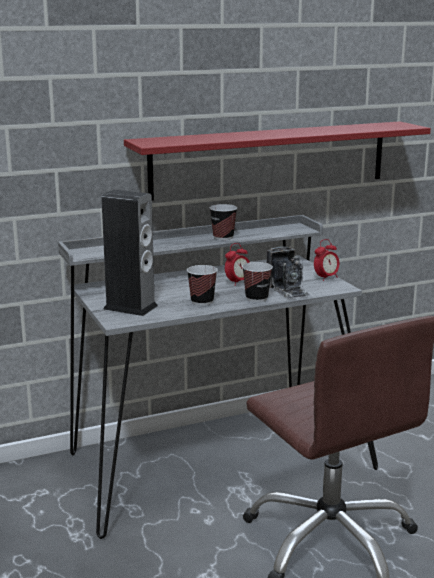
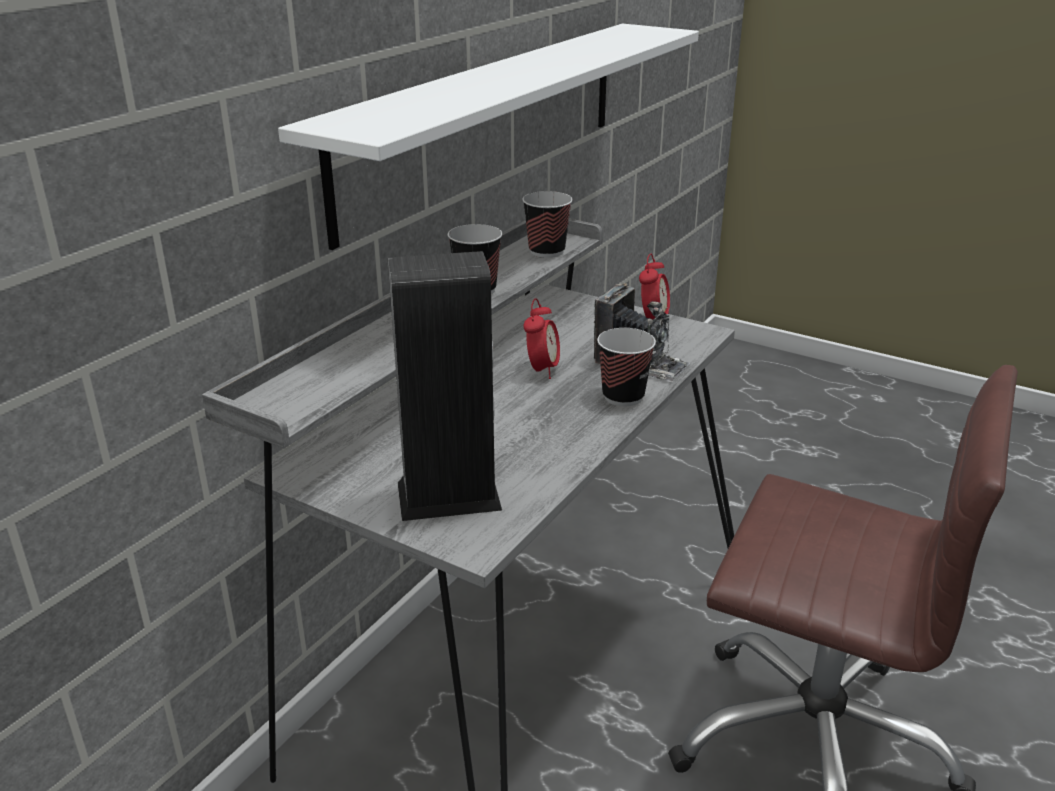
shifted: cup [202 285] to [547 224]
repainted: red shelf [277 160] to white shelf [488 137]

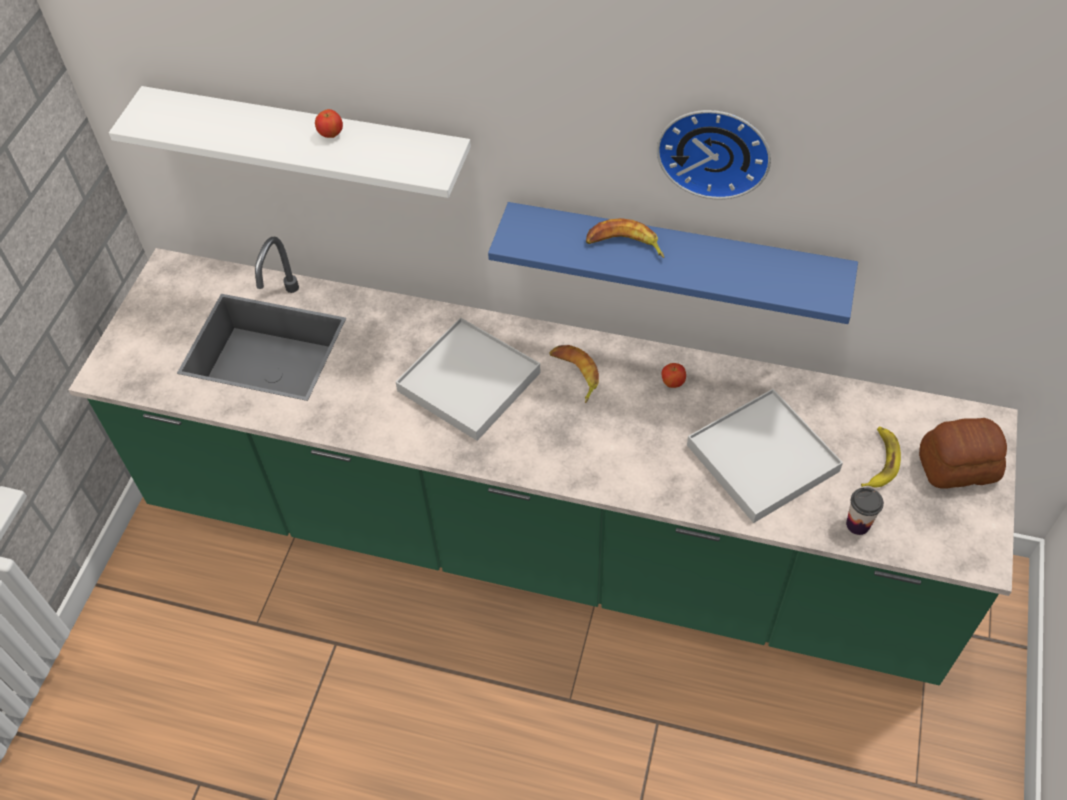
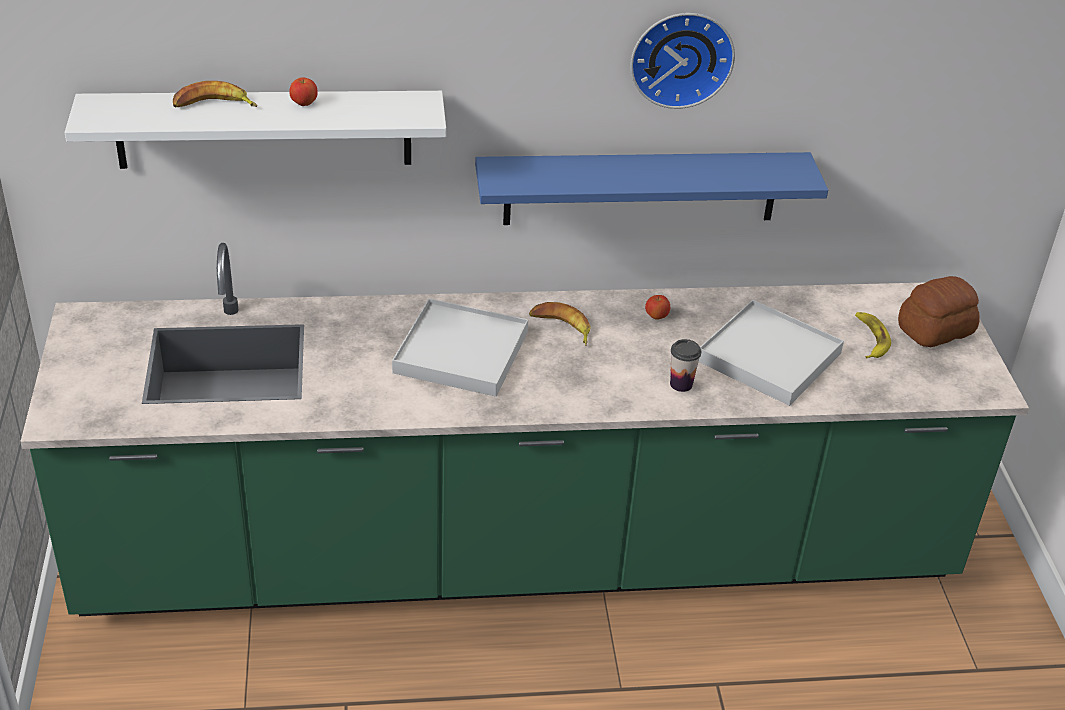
shifted: banana [625 238] to [215 94]; cup [865 511] to [685 365]

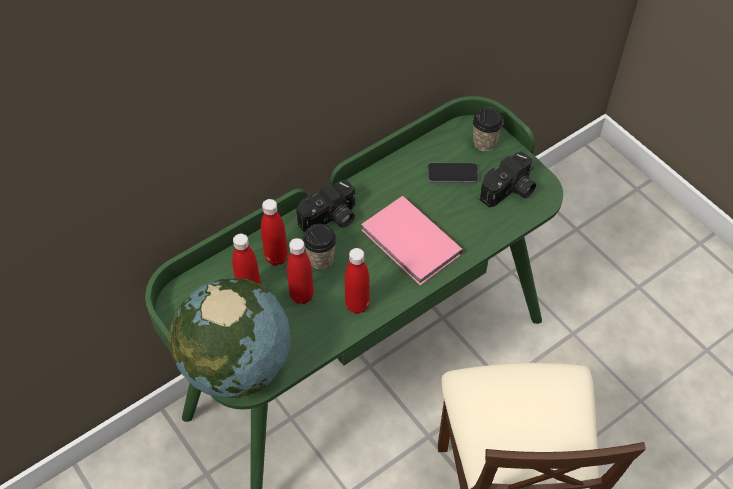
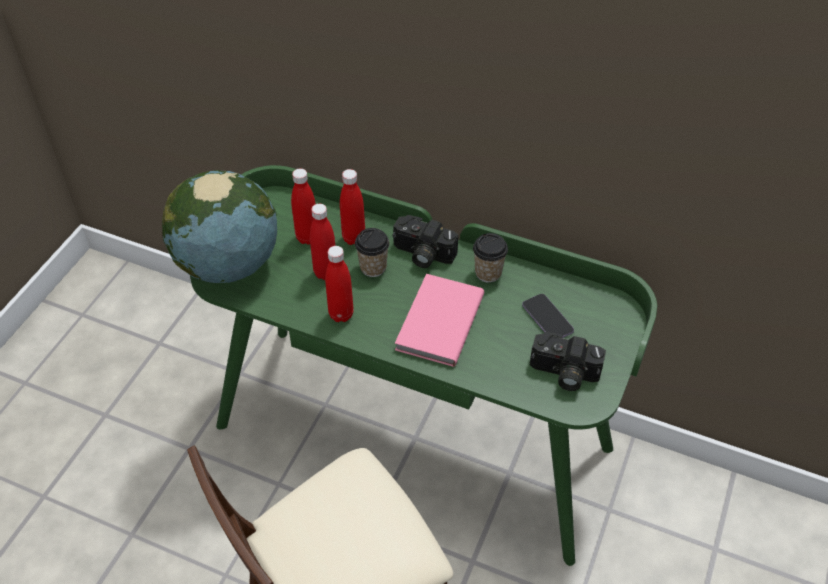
shifted: cup [488 129] to [490 258]

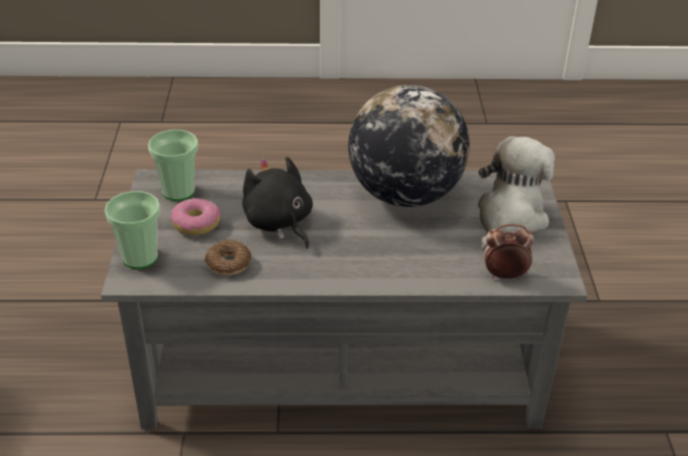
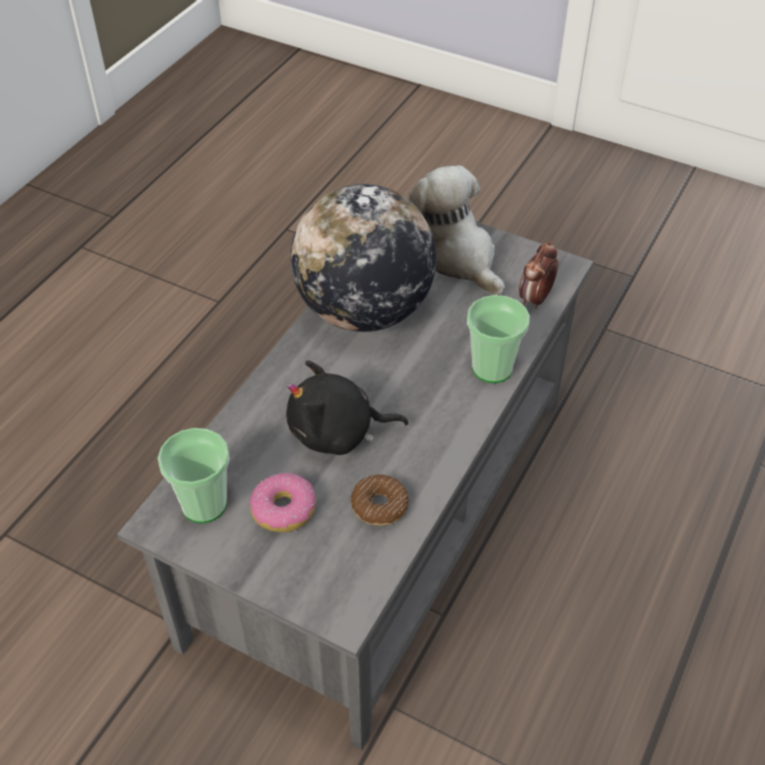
shifted: cup [132 230] to [498 339]

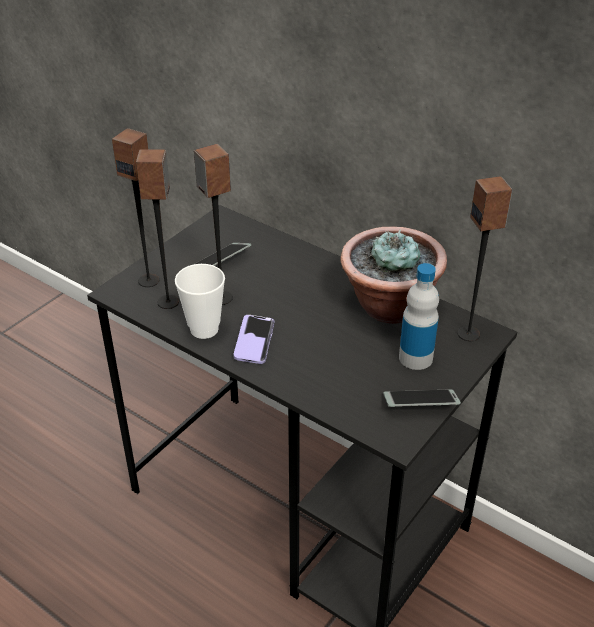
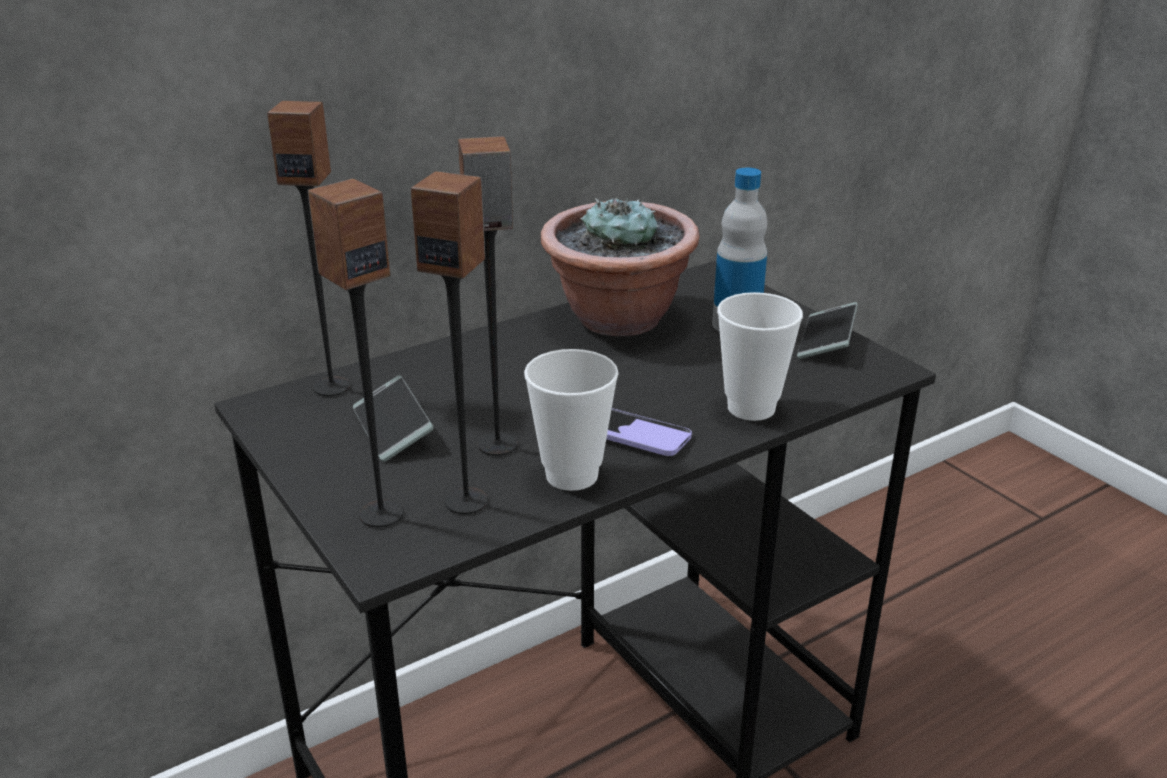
new: cup [760 356]
shifted: speaker [485 258] to [309 248]

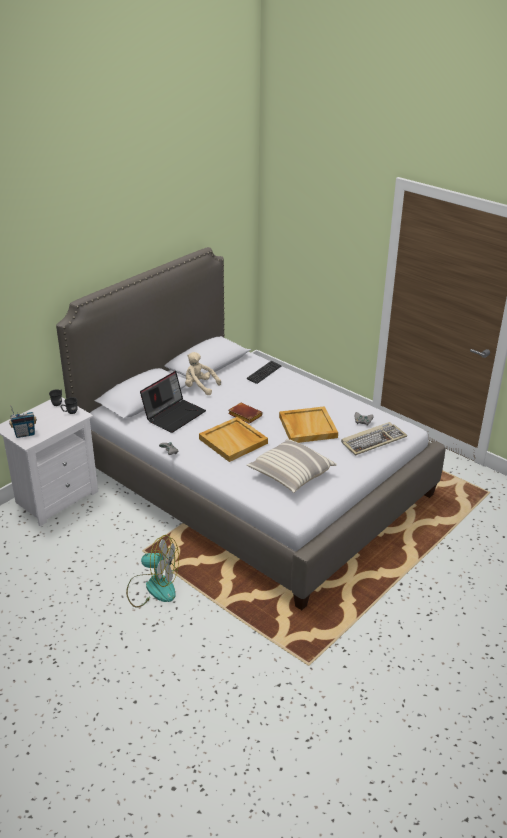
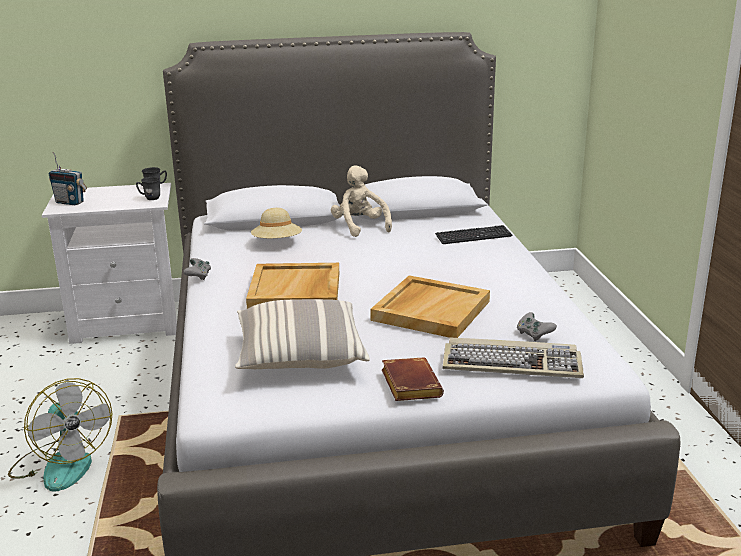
shifted: brown book [245 413] to [413 379]
swapped: laptop [173 402] to beige hat [276 223]

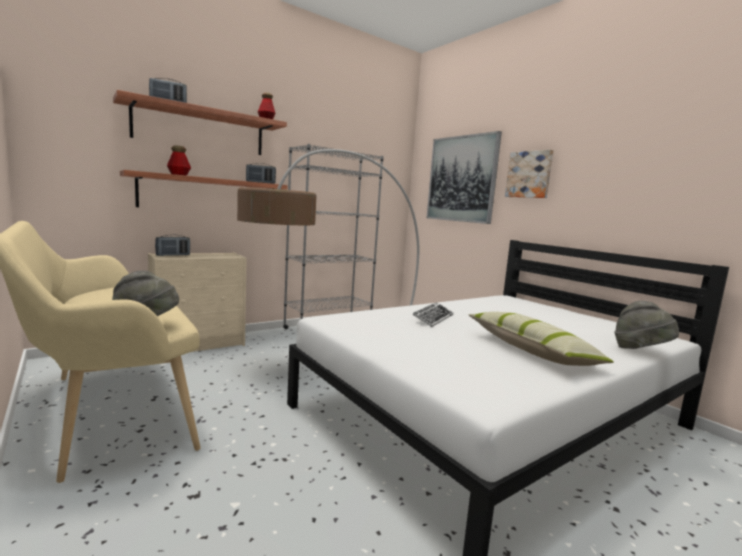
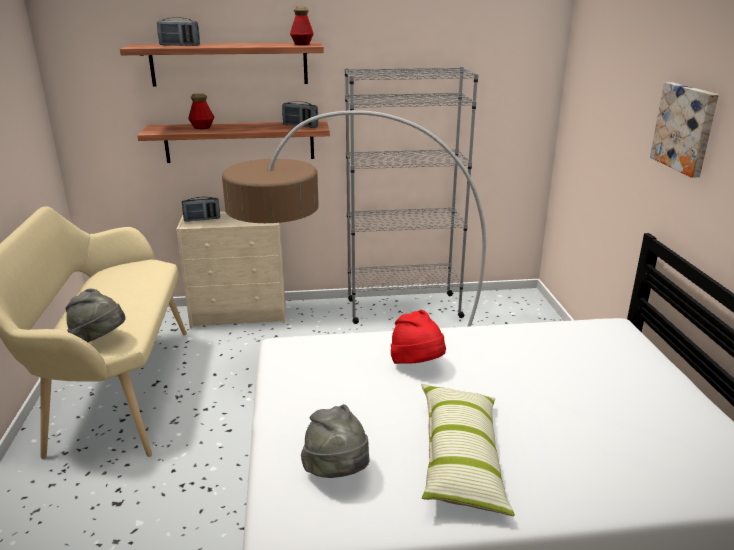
gone: picture [464 177]
shifted: grey hat [647 325] to [335 441]
swapped: keyboard [432 314] to red hat [418 337]

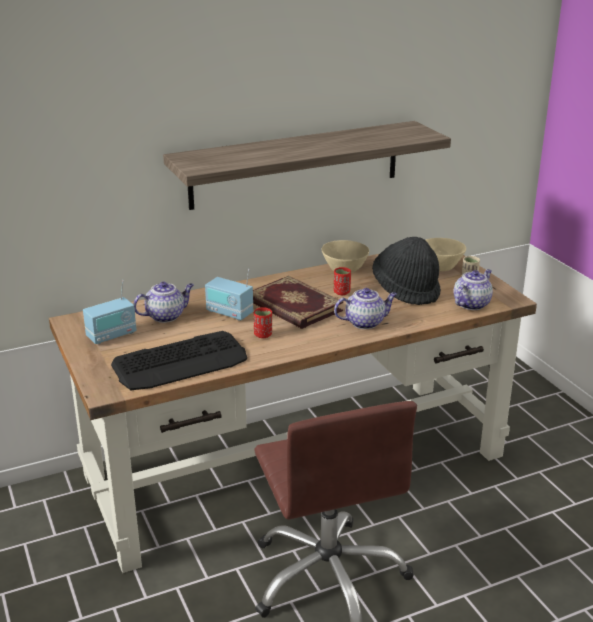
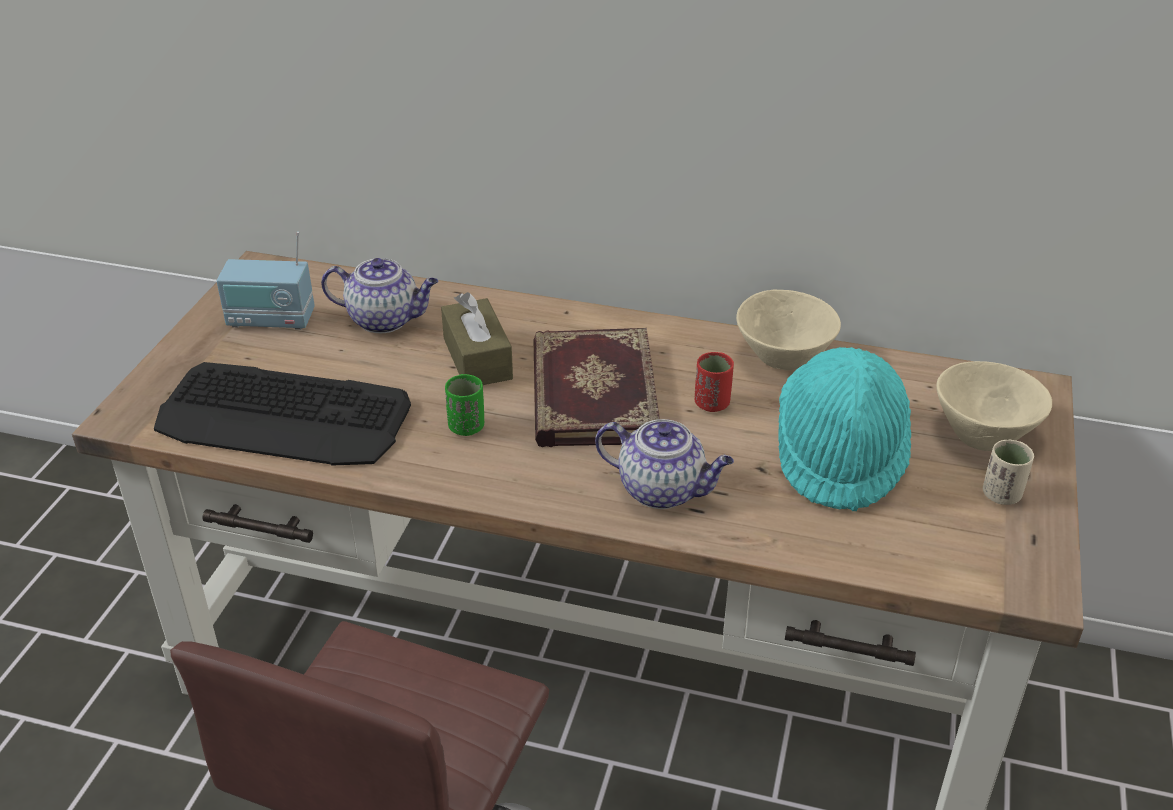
gone: shelf [307 165]; teapot [473 289]
swapped: radio [229 295] to brown tissue box [477 338]
repainted: black hat [406 271] to turquoise hat [844 429]; red cup [263 322] to green cup [464 405]

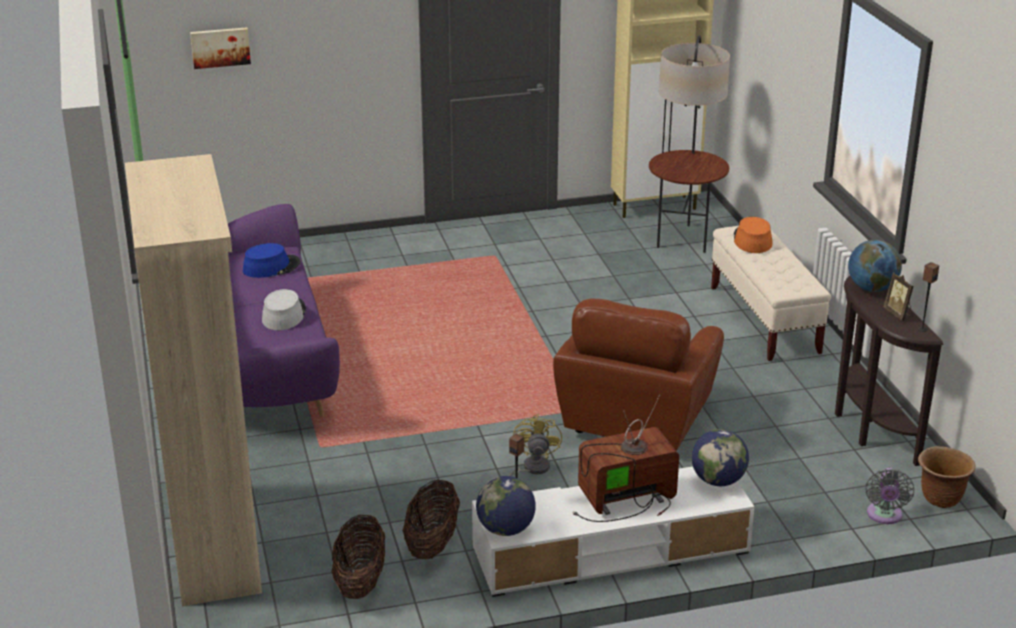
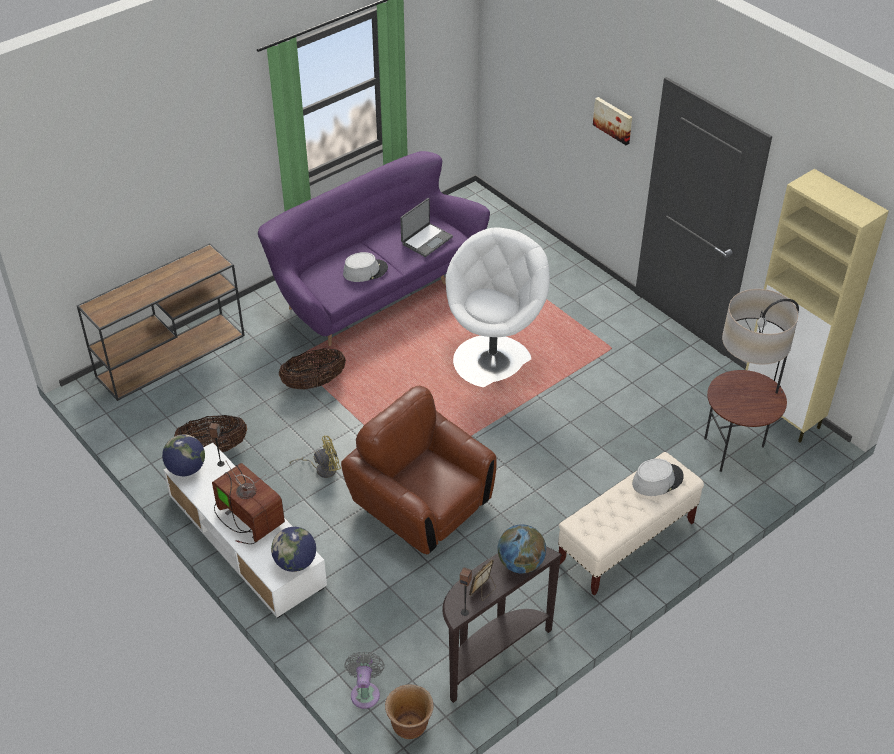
new: white armchair [497 307]
shifted: picture [220 48] to [612 121]; basket [358 556] to [312 369]
swapped: beige bookcase [193 380] to brown console table [161 322]; blue hat [272 260] to laptop [426 227]
repainted: orange hat [753 235] to grey hat [658 477]
rotated: brown armchair [638 374] = [419 470] 45 degrees clockwise; grey fan [890 496] = [365 680] 105 degrees clockwise

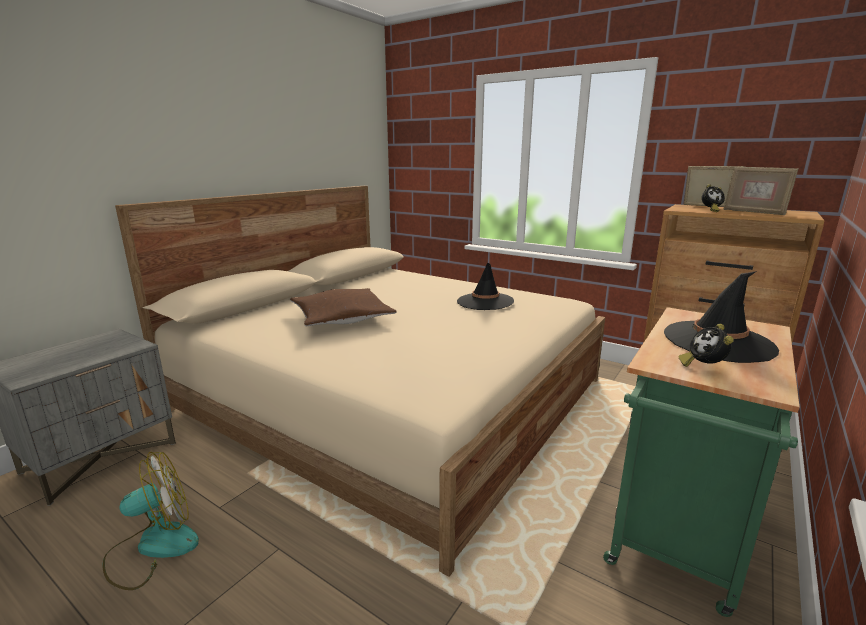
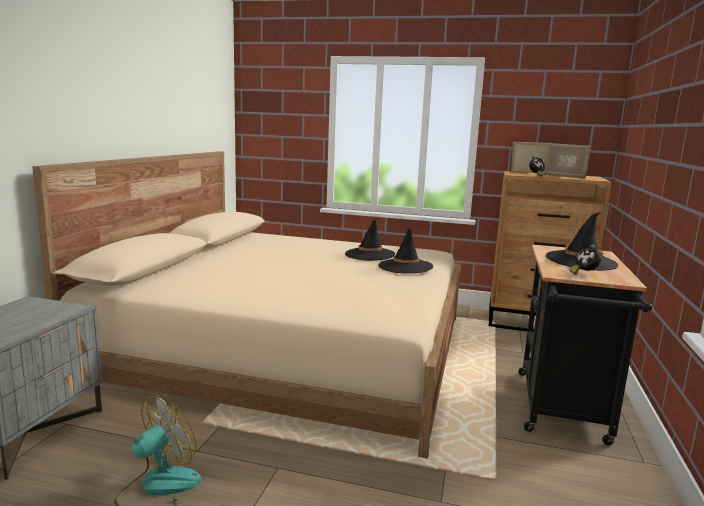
gone: brown pillow [343 307]
new: black hat [405 251]
repainted: green cart [701 462] to black cart [585 345]

